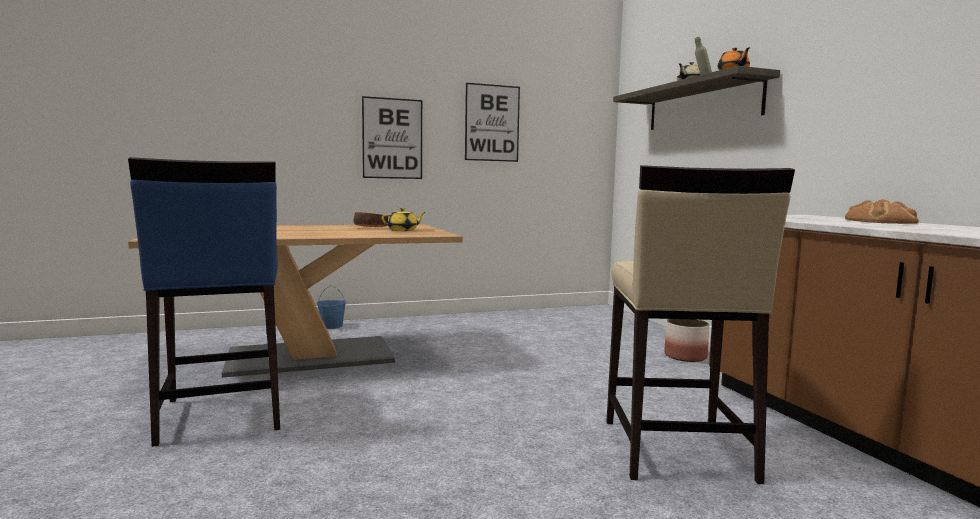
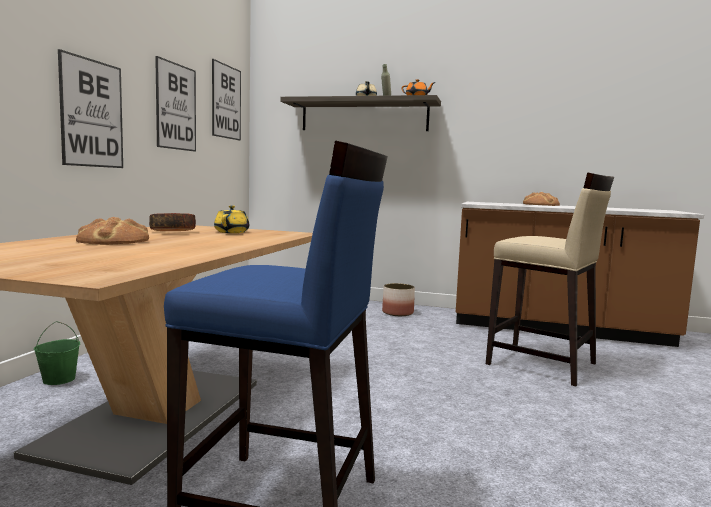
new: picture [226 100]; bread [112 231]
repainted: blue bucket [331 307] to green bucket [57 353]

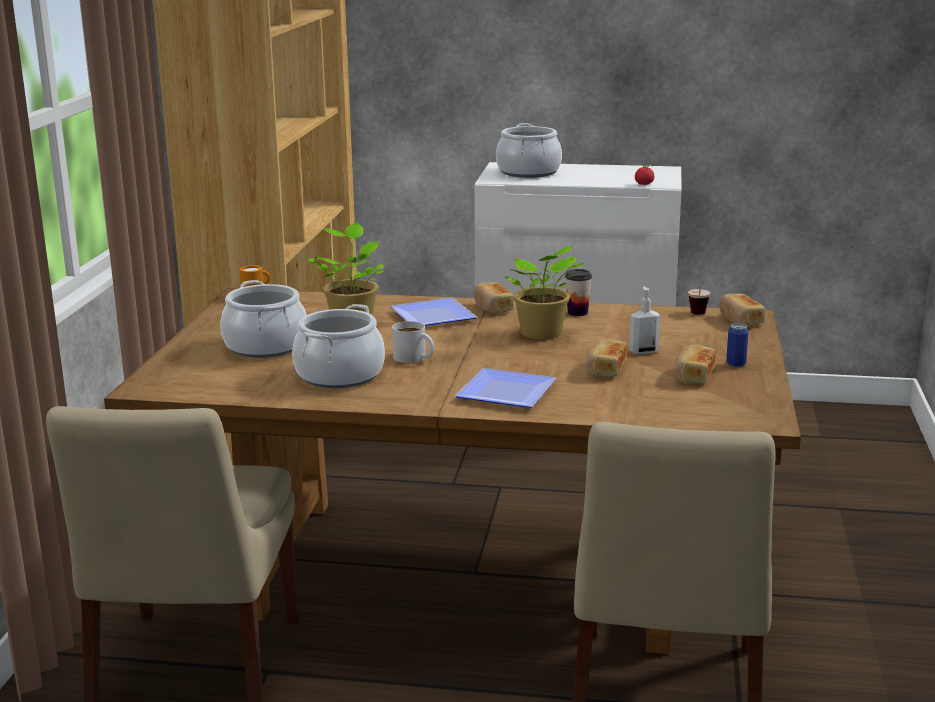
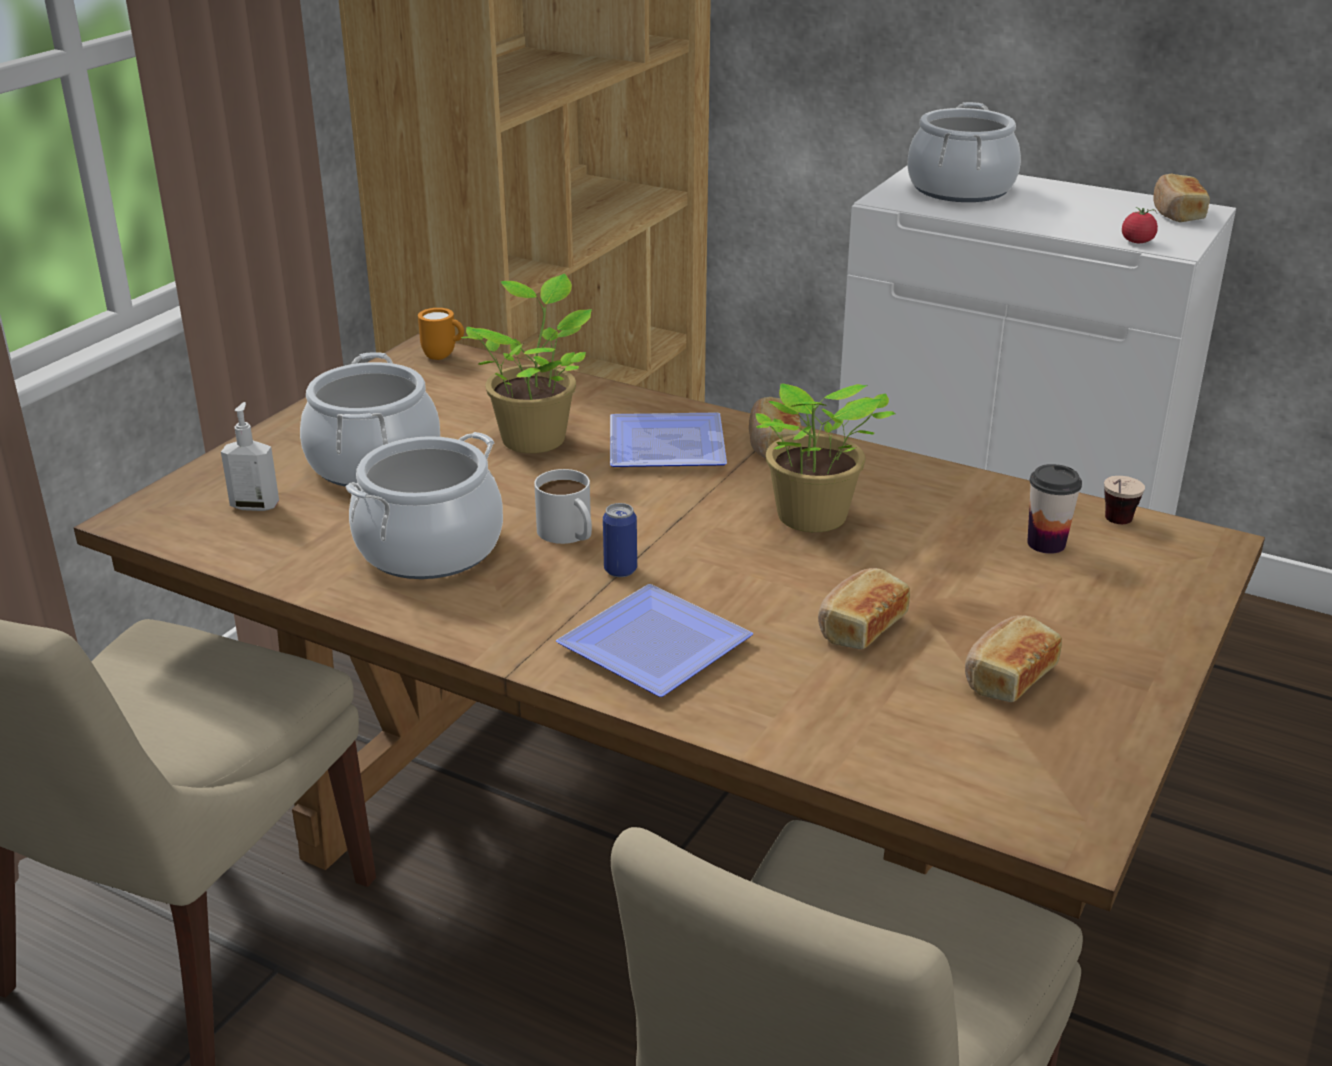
shifted: cup [578 292] to [1054 509]; soap dispenser [644 320] to [250 456]; bread [742 310] to [1181 197]; can [737 345] to [620 540]

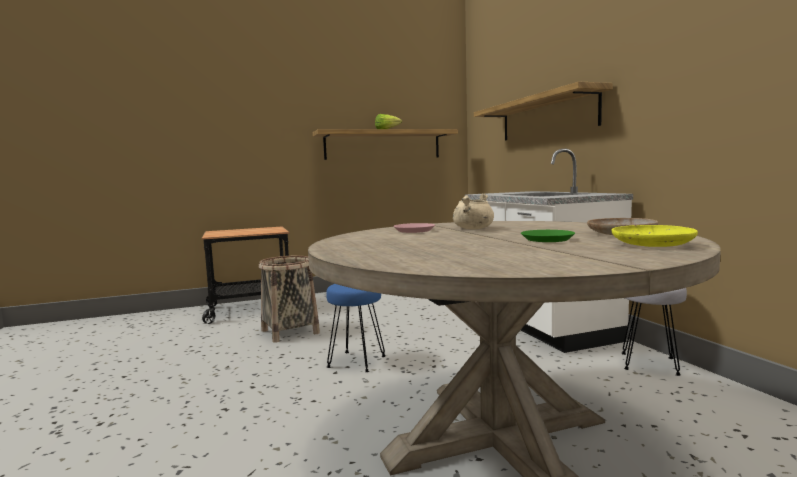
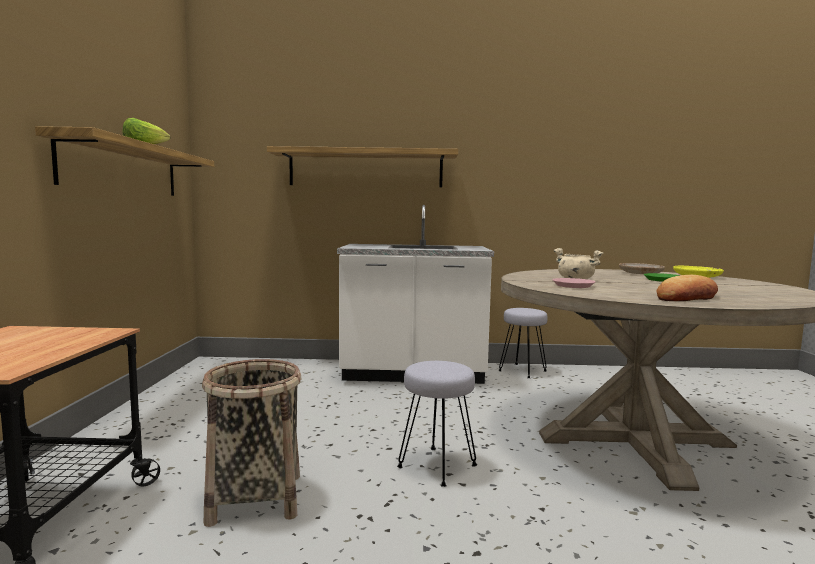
new: bread [687 288]
repainted: blue stool [356 328] to grey stool [437 424]

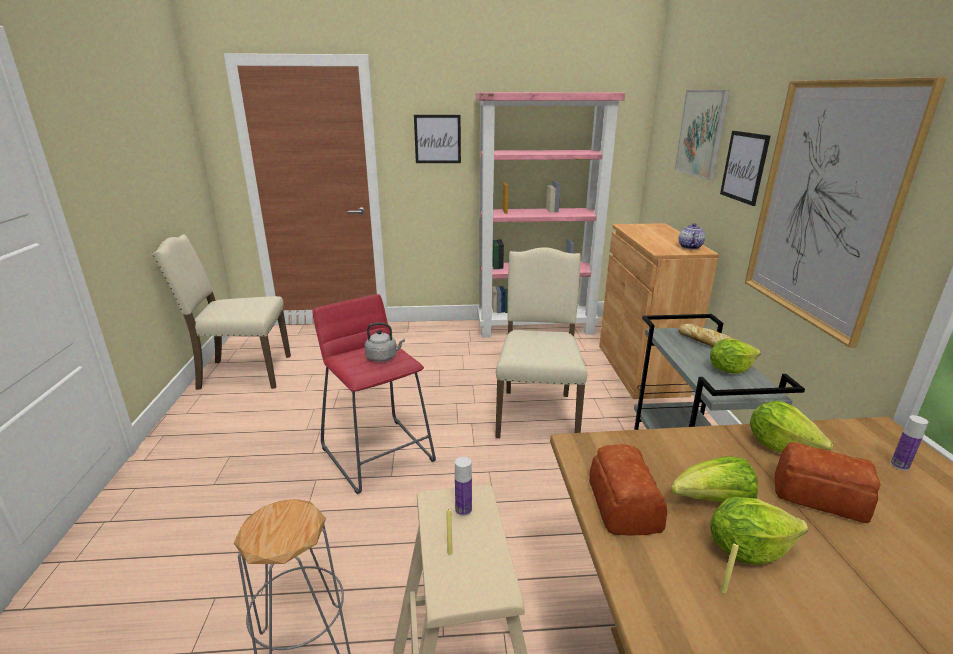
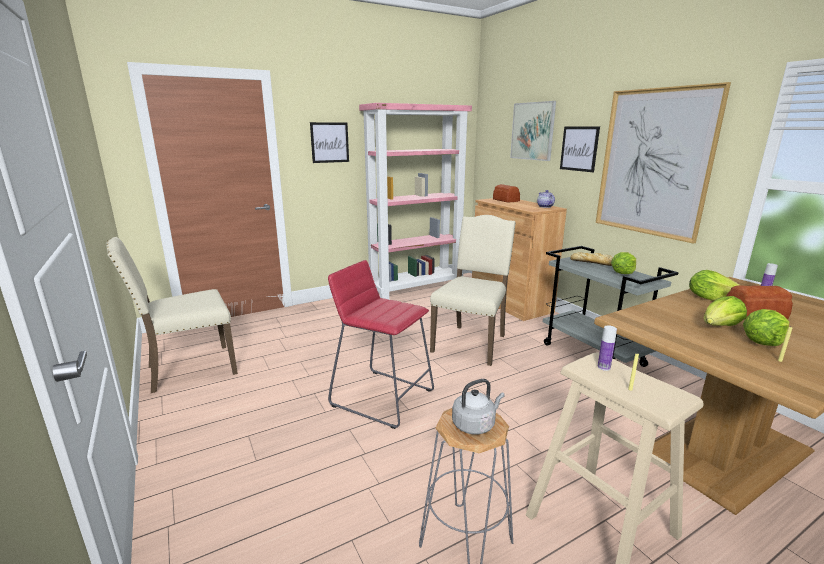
shifted: grey kettle [385 342] to [478 407]; bread [628 490] to [506 193]
rotated: beige chair [541 342] = [473 290] 45 degrees clockwise

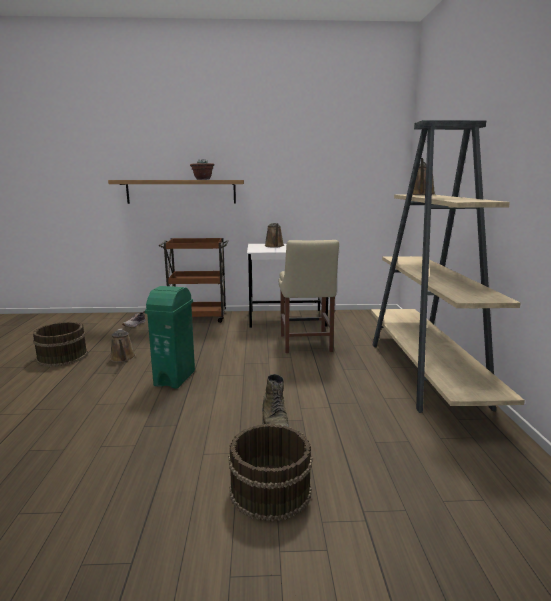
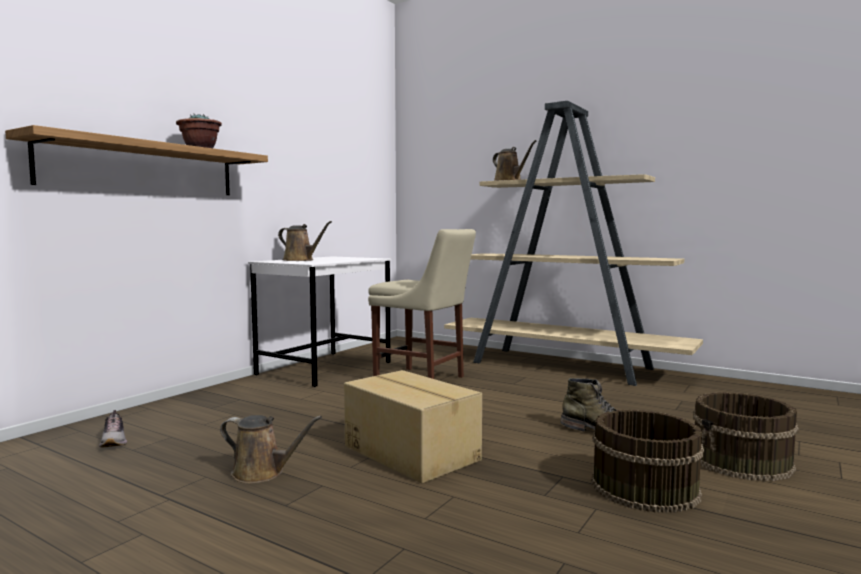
gone: brown cart [193 280]
shifted: brown bucket [60 344] to [647 461]
swapped: green trash can [170 337] to cardboard box [413 427]

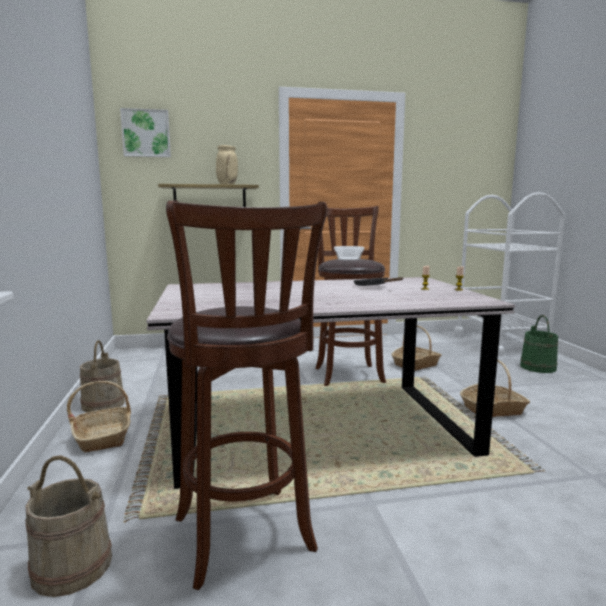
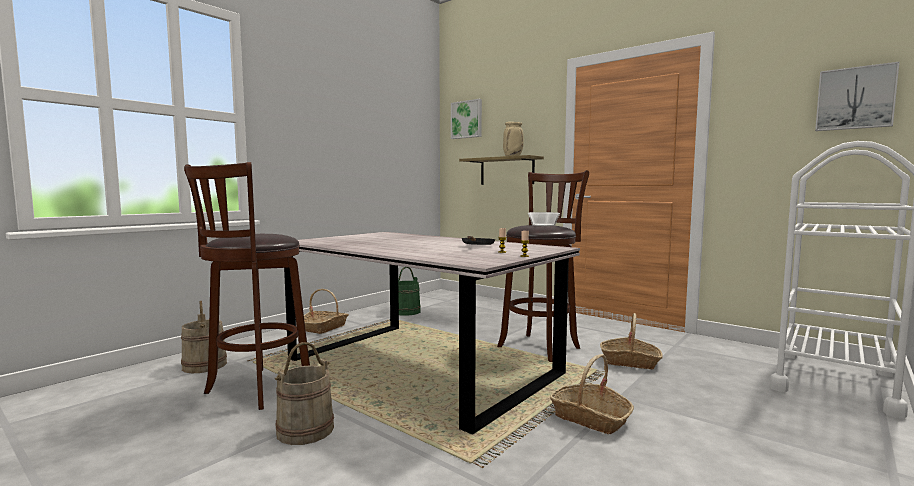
new: picture [857 96]
shifted: green bucket [539 344] to [409 291]; beige bucket [102 376] to [304 393]

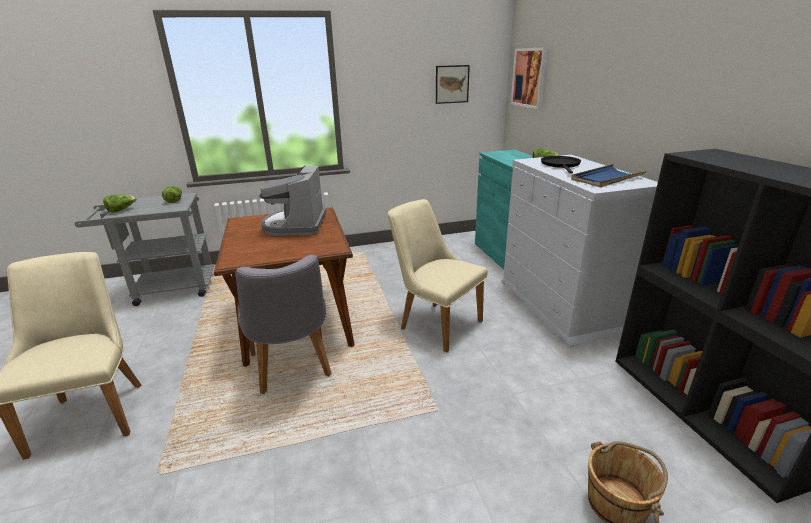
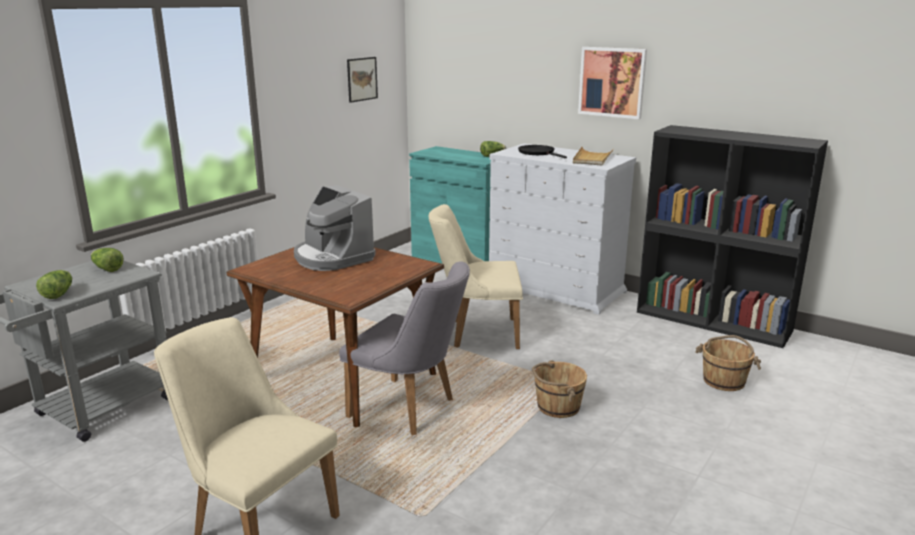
new: brown bucket [559 389]
shifted: picture [529 78] to [612 83]
repainted: blue tray [608 175] to beige tray [593 156]

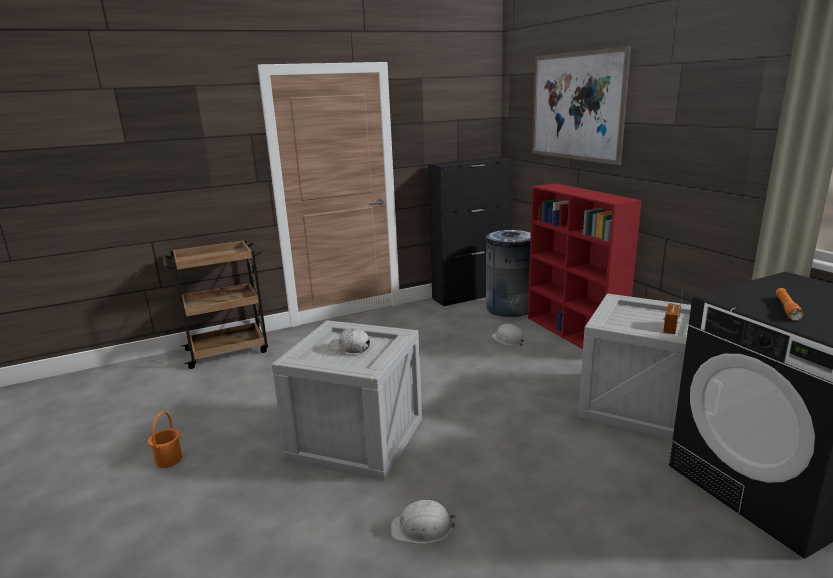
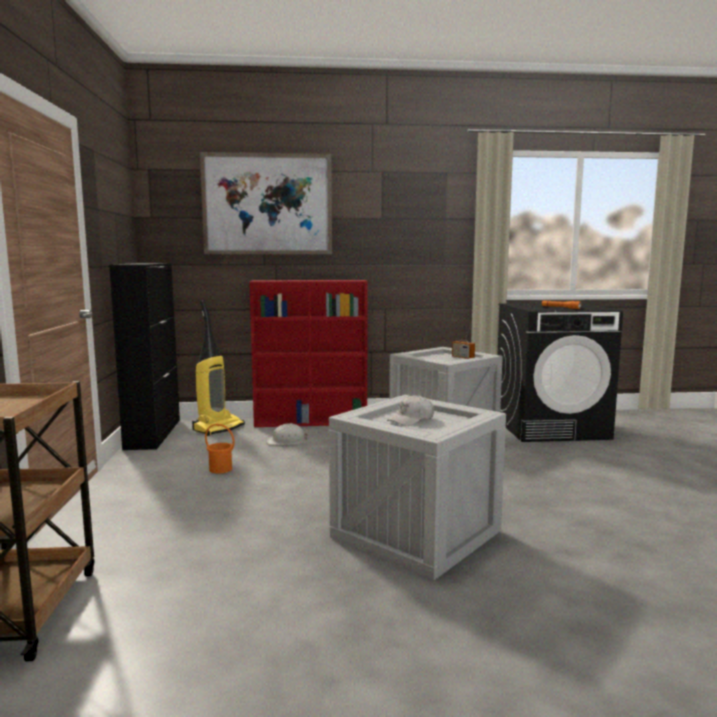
gone: white hard hat [423 522]
shifted: orange bucket [165 439] to [220 449]
swapped: grey trash can [508 273] to vacuum cleaner [218 368]

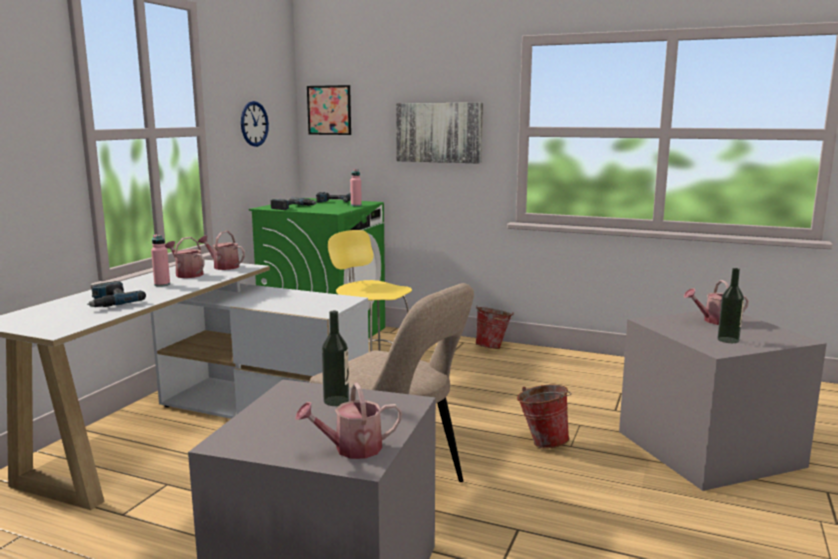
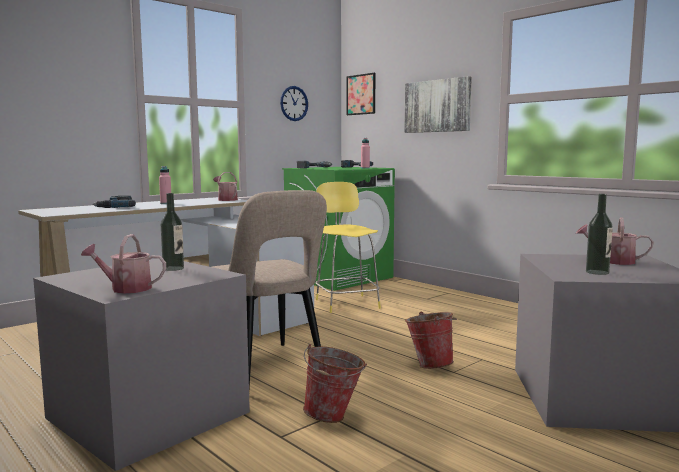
gone: watering can [185 257]
shifted: bucket [494 327] to [335 383]

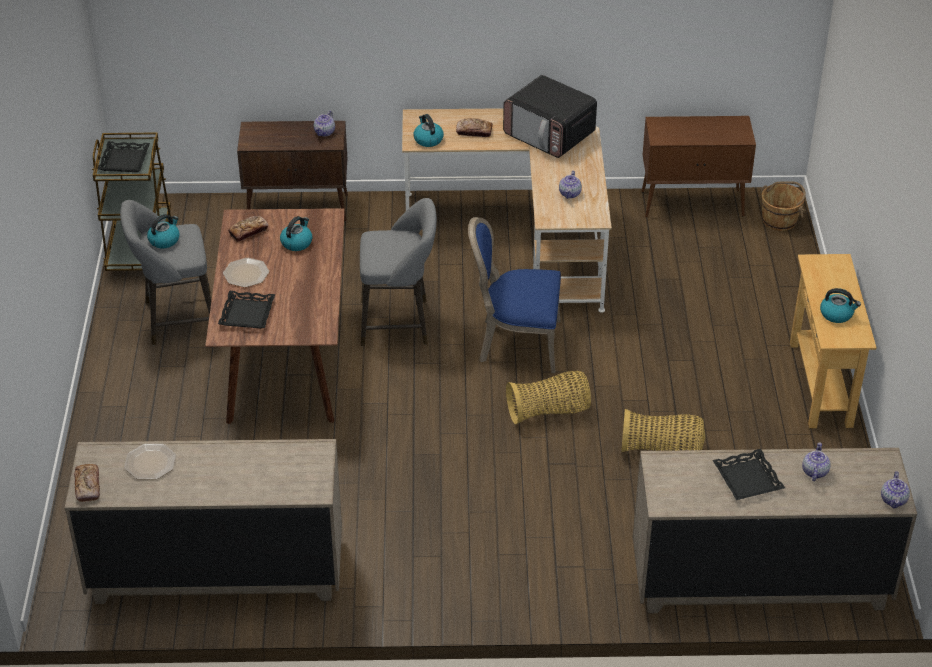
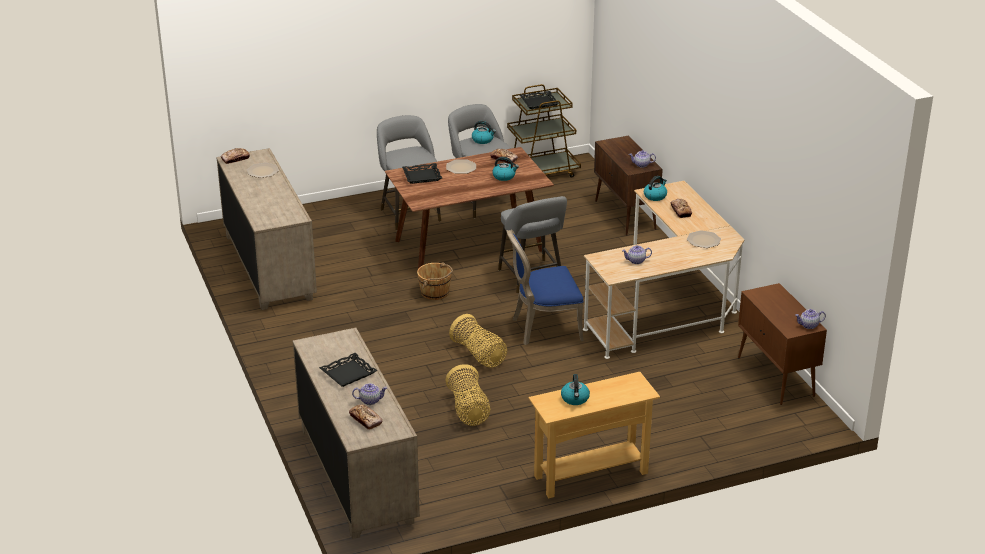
new: grey stool [409 173]; bread [365 417]
shifted: brown bucket [783 206] to [435 281]; teapot [895 490] to [810 319]
swapped: microwave [550 116] to plate [704 239]
rotated: blue chair [514 295] = [545 287] 90 degrees counterclockwise

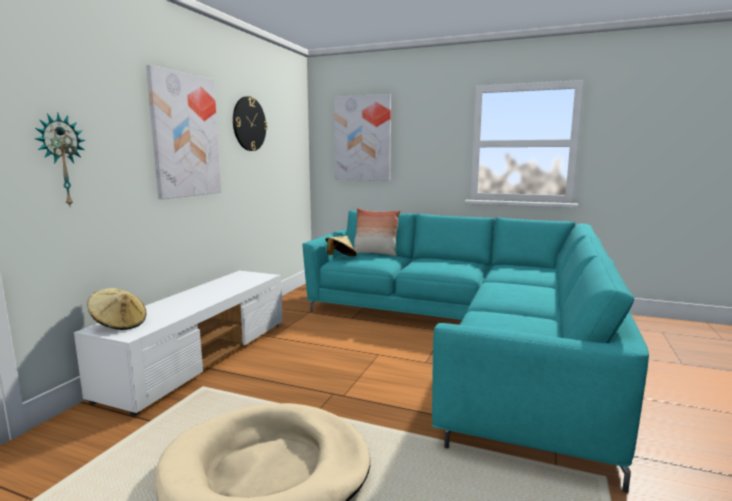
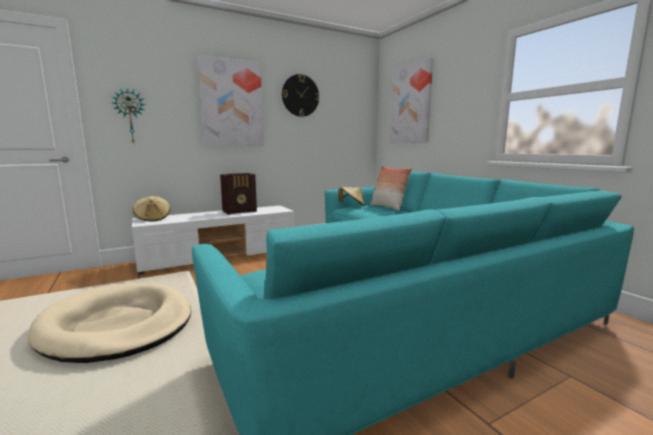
new: radio [238 194]

